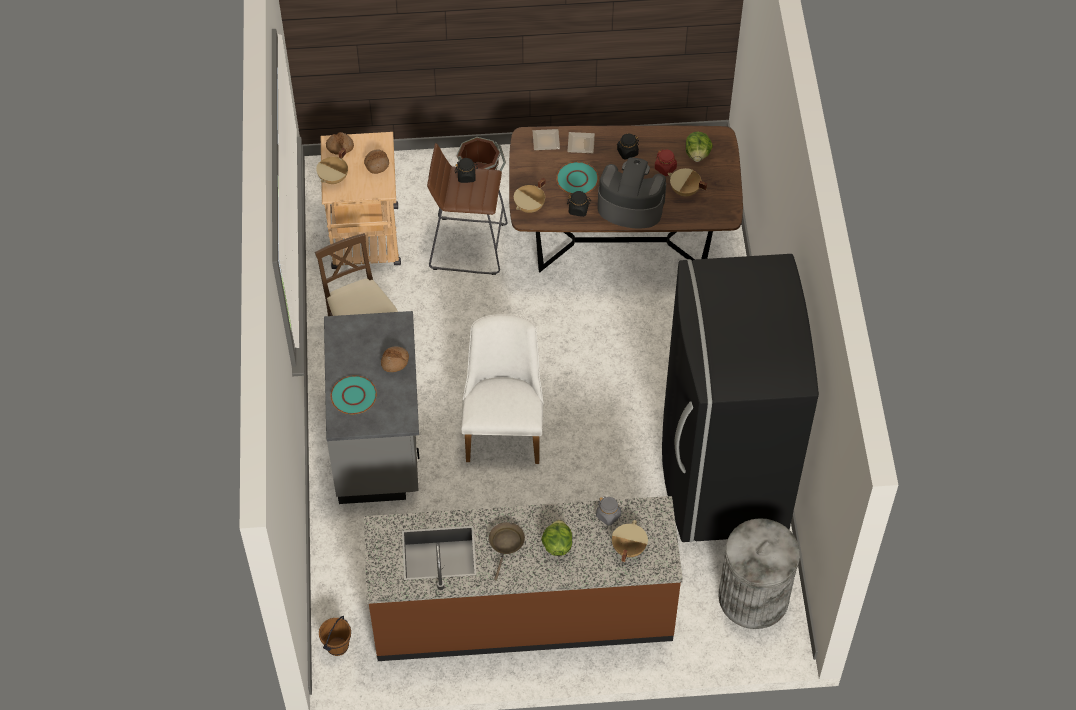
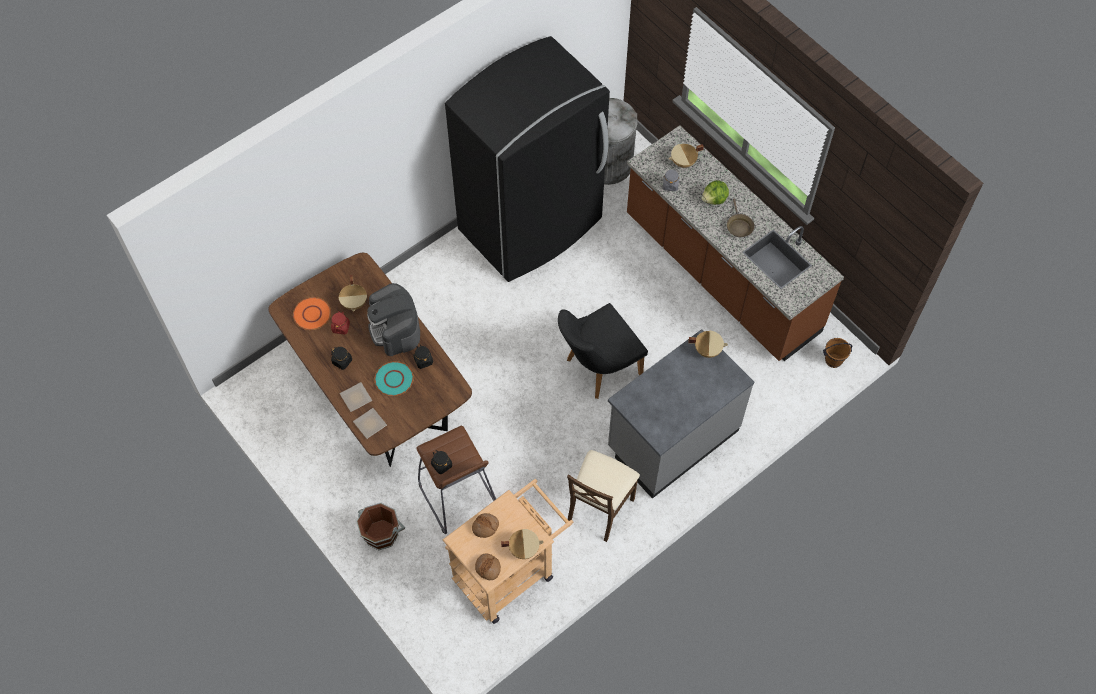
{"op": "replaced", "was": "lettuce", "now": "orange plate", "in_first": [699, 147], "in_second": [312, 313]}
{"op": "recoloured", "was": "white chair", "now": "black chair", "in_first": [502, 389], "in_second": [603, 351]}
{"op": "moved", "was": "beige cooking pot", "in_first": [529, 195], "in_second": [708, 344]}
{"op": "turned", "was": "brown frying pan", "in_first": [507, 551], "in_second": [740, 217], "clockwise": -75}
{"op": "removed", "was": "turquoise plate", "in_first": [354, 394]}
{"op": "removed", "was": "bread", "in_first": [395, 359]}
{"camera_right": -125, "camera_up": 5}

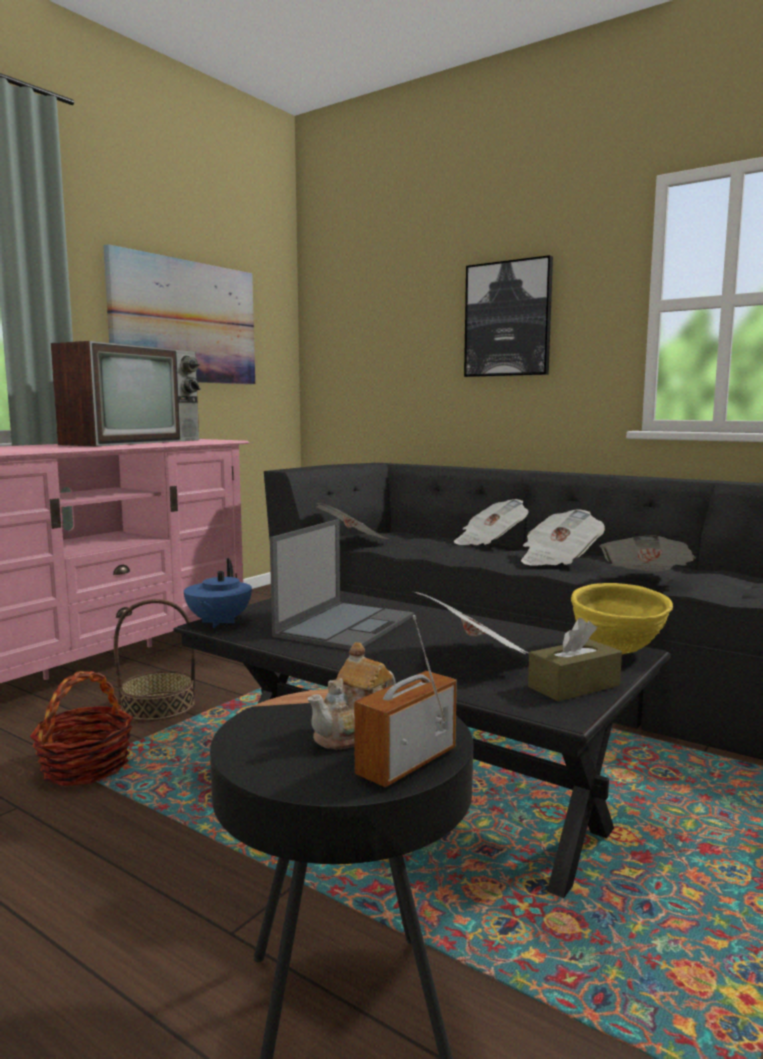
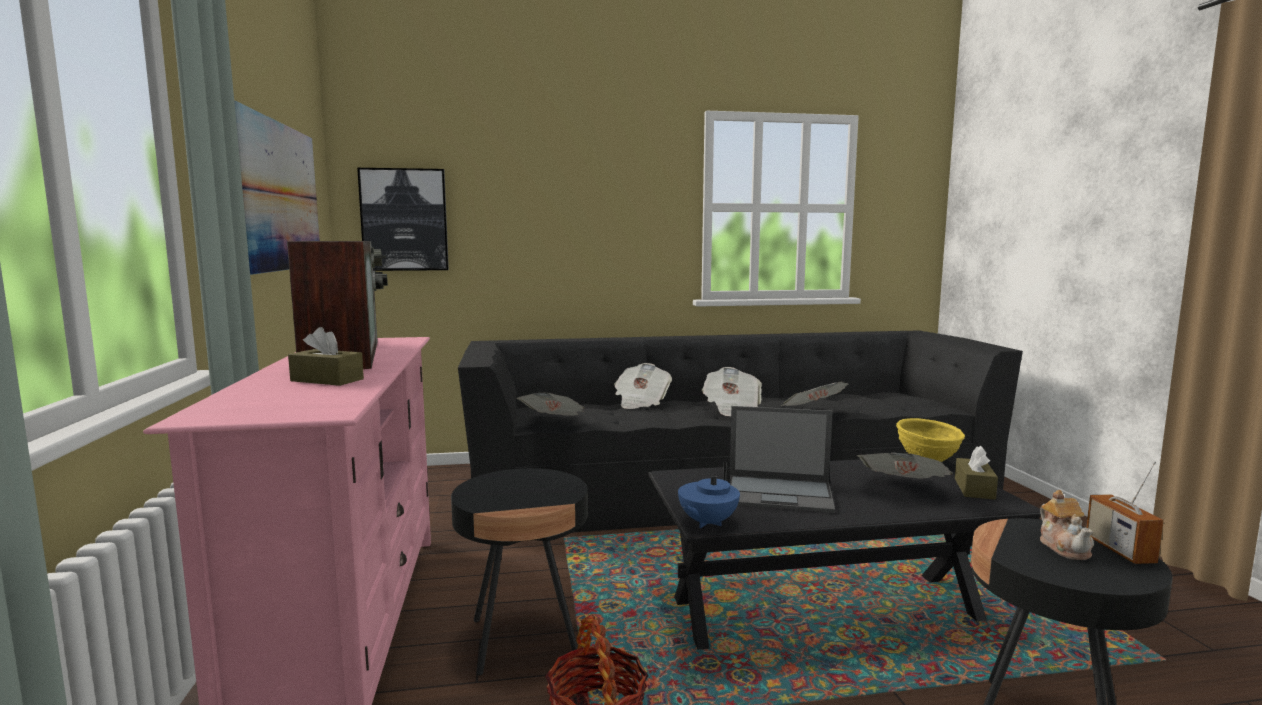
{"op": "added", "now": "brown tissue box", "in_second": [326, 356]}
{"op": "moved", "was": "picture", "in_first": [508, 316], "in_second": [403, 219]}
{"op": "replaced", "was": "basket", "now": "black side table", "in_first": [154, 660], "in_second": [519, 571]}
{"op": "turned", "was": "blue teapot", "in_first": [218, 593], "in_second": [709, 495], "clockwise": 75}
{"op": "turned", "was": "laptop", "in_first": [342, 584], "in_second": [782, 459], "clockwise": 120}
{"camera_right": -45, "camera_up": 0}

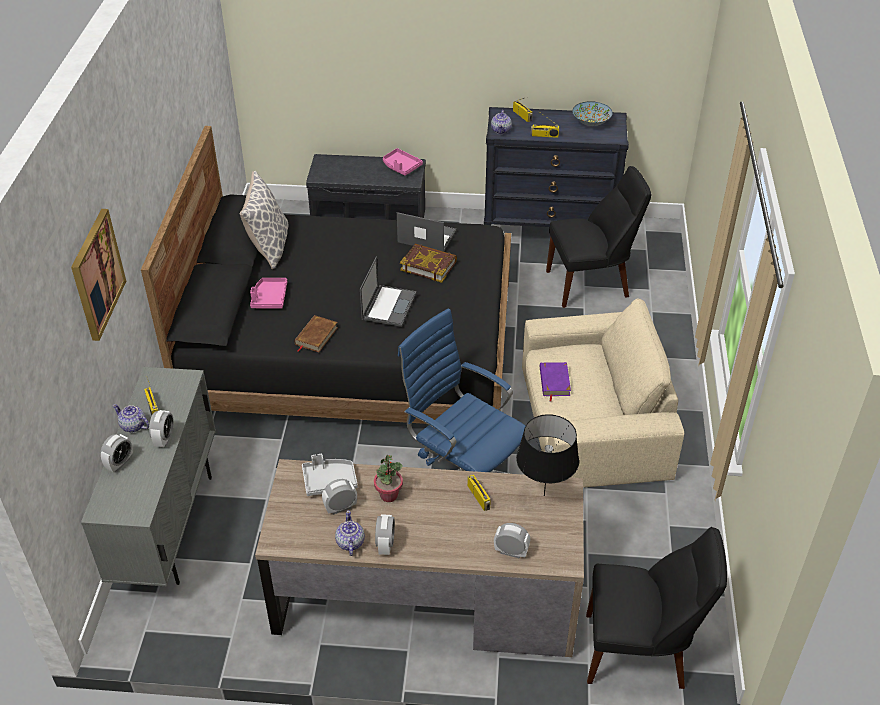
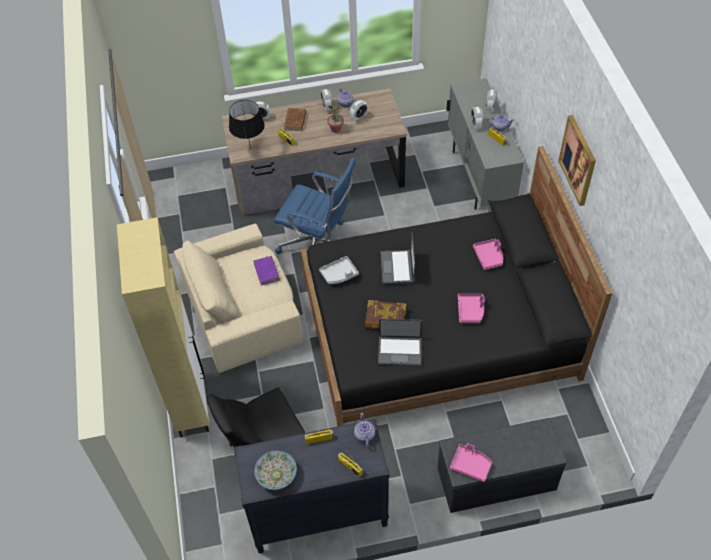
{"op": "added", "now": "beige cabinet", "in_second": [163, 327]}
{"op": "moved", "was": "brown book", "in_first": [316, 333], "in_second": [295, 119]}
{"op": "moved", "was": "grey tray", "in_first": [330, 475], "in_second": [339, 270]}
{"op": "added", "now": "pink tray", "in_second": [471, 308]}
{"op": "moved", "was": "picture", "in_first": [98, 275], "in_second": [577, 160]}
{"op": "removed", "was": "pillow", "in_first": [264, 220]}
{"op": "removed", "was": "black chair", "in_first": [656, 608]}
{"camera_right": 165, "camera_up": 10}

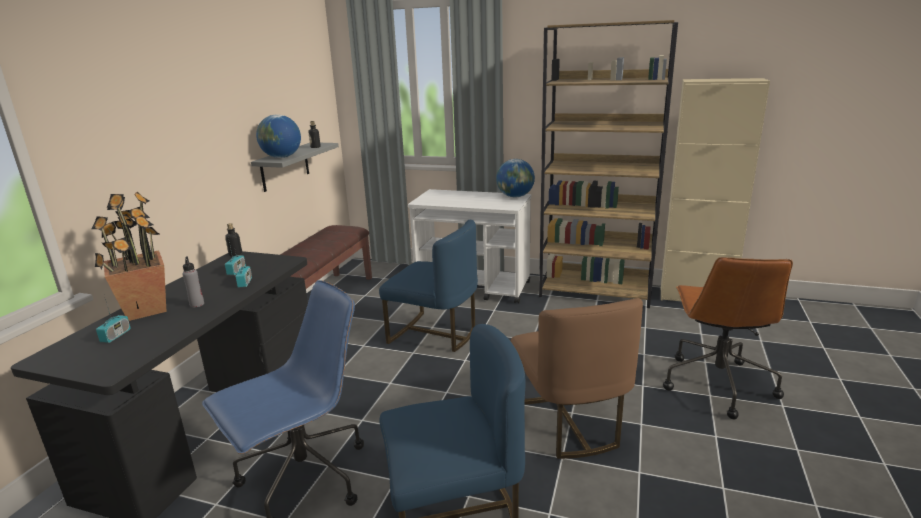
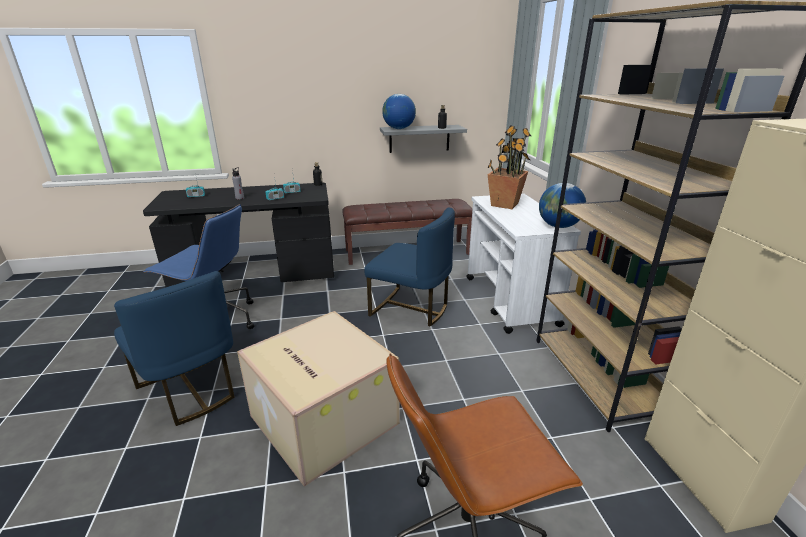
{"op": "replaced", "was": "brown chair", "now": "cardboard box", "in_first": [577, 378], "in_second": [318, 399]}
{"op": "turned", "was": "blue chair", "in_first": [428, 286], "in_second": [409, 267], "clockwise": -60}
{"op": "moved", "was": "potted plant", "in_first": [129, 256], "in_second": [509, 167]}
{"camera_right": 60, "camera_up": 5}

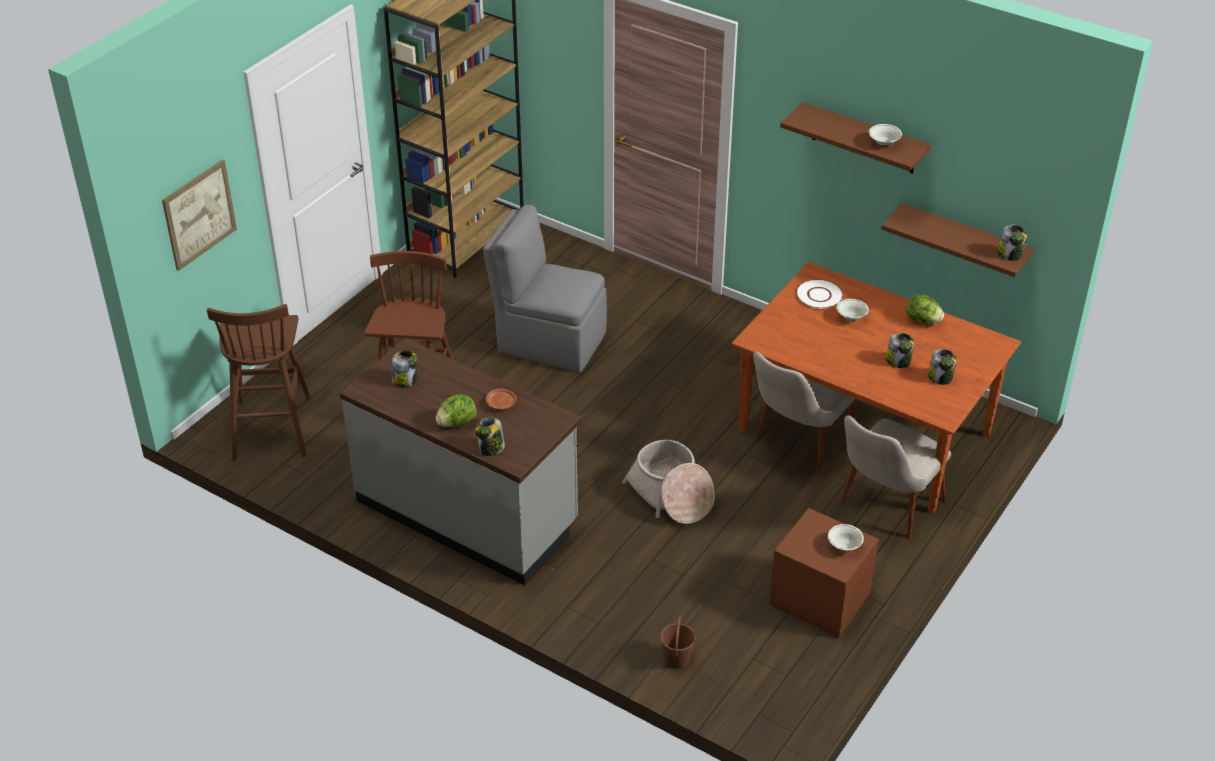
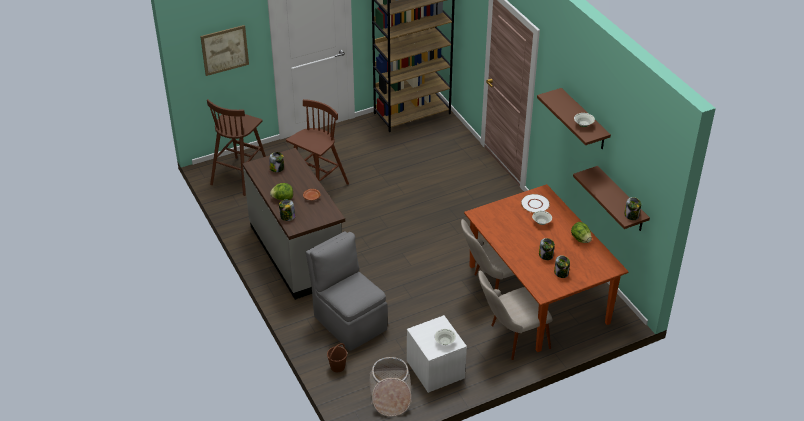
{"op": "moved", "was": "grey chair", "in_first": [545, 289], "in_second": [347, 291]}
{"op": "moved", "was": "basket", "in_first": [668, 482], "in_second": [390, 387]}
{"op": "recoloured", "was": "brown nightstand", "now": "white nightstand", "in_first": [824, 573], "in_second": [437, 354]}
{"camera_right": 30, "camera_up": 0}

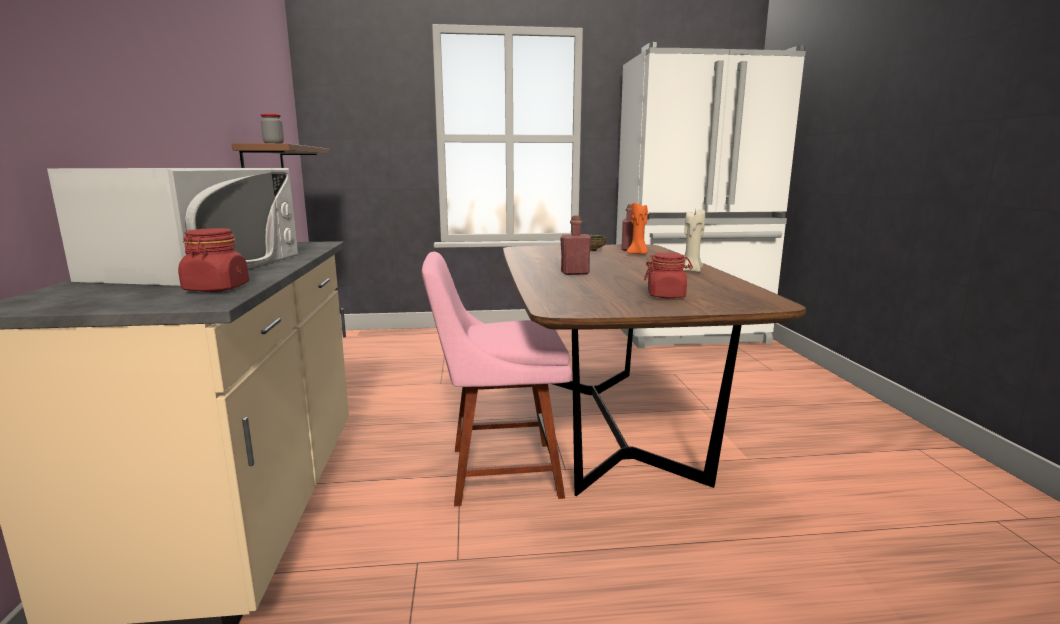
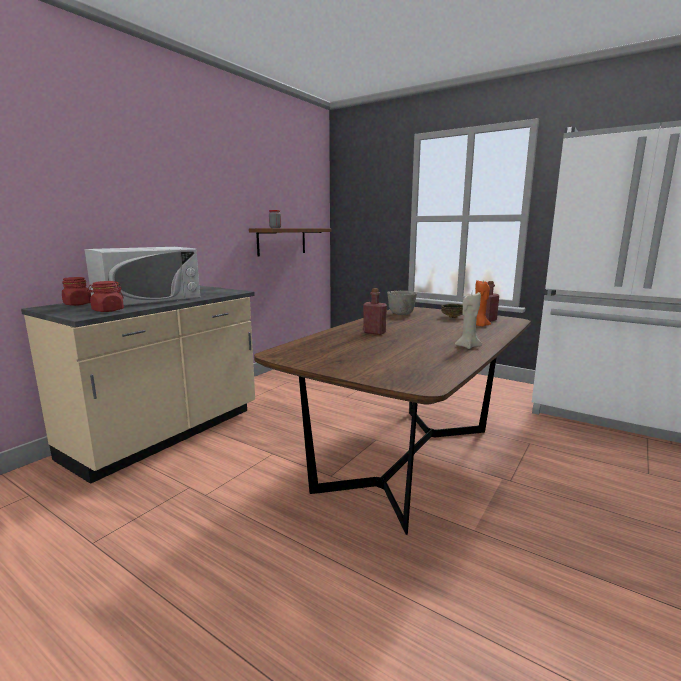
{"op": "moved", "was": "red jar", "in_first": [668, 275], "in_second": [76, 291]}
{"op": "added", "now": "grey bowl", "in_second": [402, 303]}
{"op": "removed", "was": "pink chair", "in_first": [497, 379]}
{"camera_right": 40, "camera_up": 0}

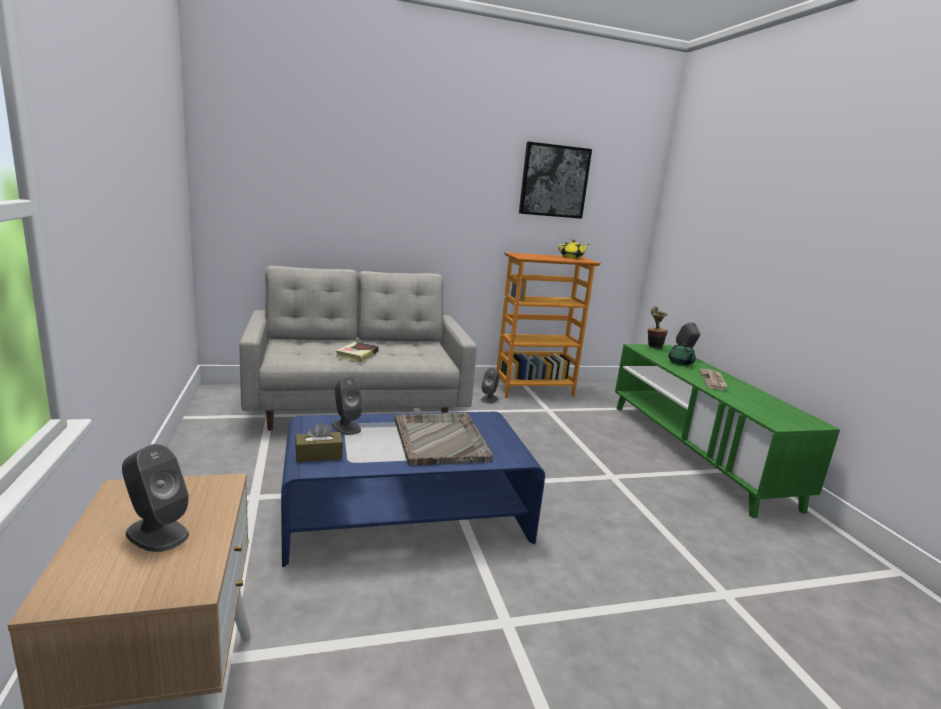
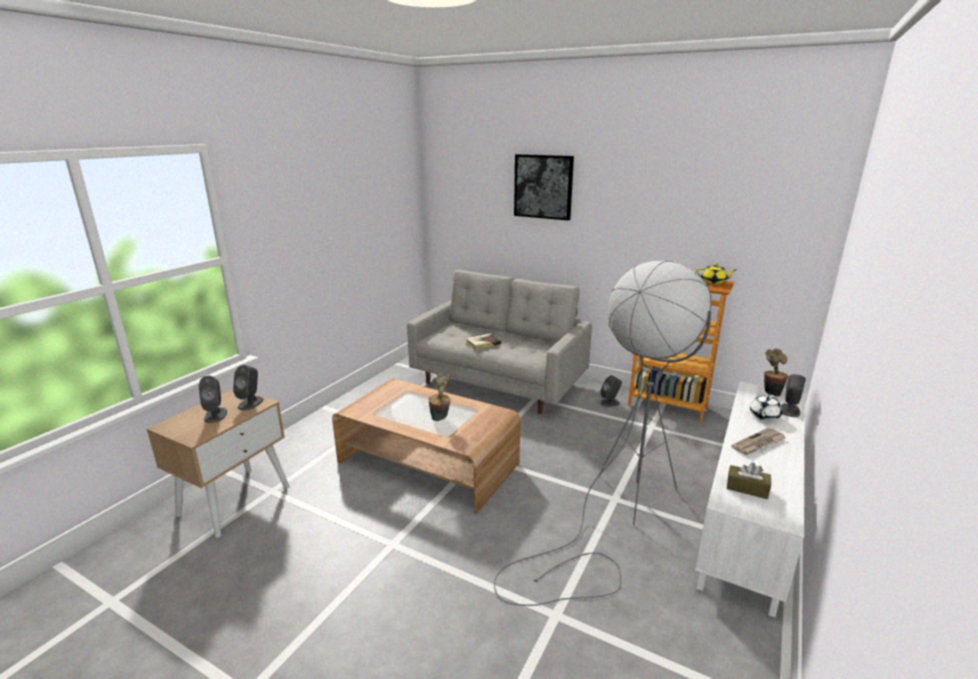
{"op": "moved", "was": "grey speaker", "in_first": [347, 406], "in_second": [248, 387]}
{"op": "recoloured", "was": "blue coffee table", "now": "brown coffee table", "in_first": [413, 489], "in_second": [426, 446]}
{"op": "replaced", "was": "grey tray", "now": "potted plant", "in_first": [444, 439], "in_second": [439, 397]}
{"op": "added", "now": "grey floor lamp", "in_second": [603, 433]}
{"op": "moved", "was": "picture", "in_first": [555, 180], "in_second": [544, 187]}
{"op": "recoloured", "was": "green tv stand", "now": "white tv stand", "in_first": [727, 431], "in_second": [750, 499]}
{"op": "moved", "was": "brown tissue box", "in_first": [319, 442], "in_second": [749, 480]}
{"op": "recoloured", "was": "green teapot", "now": "white teapot", "in_first": [682, 354], "in_second": [766, 408]}
{"camera_right": 45, "camera_up": 5}

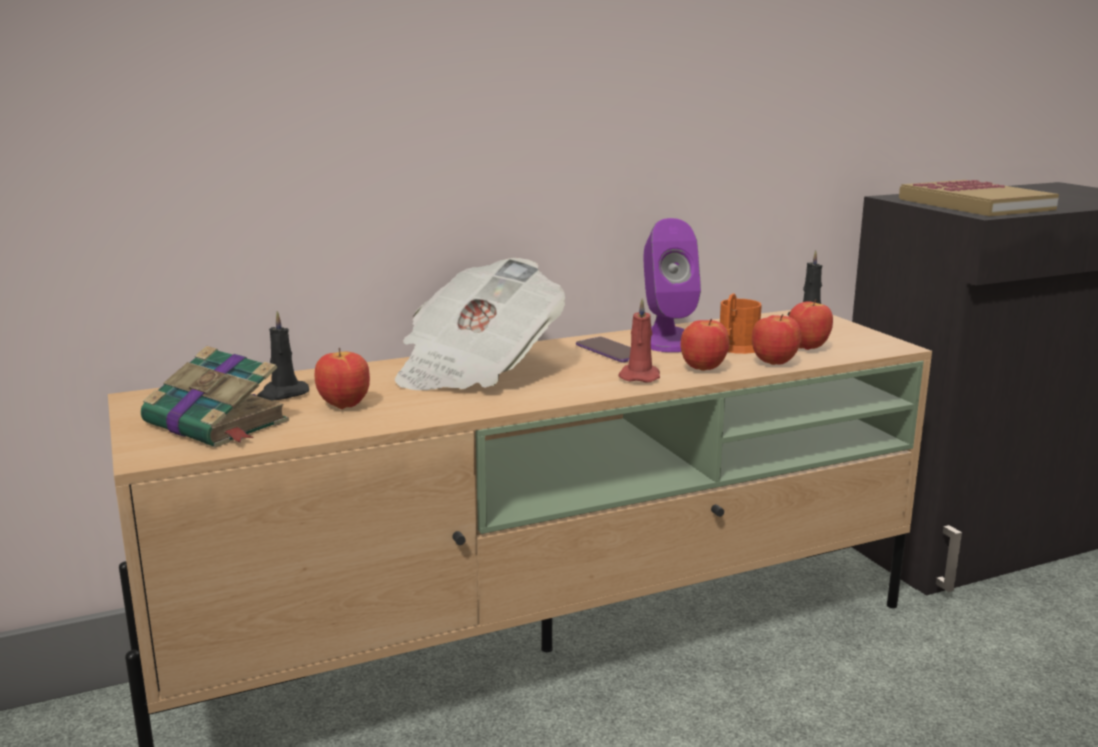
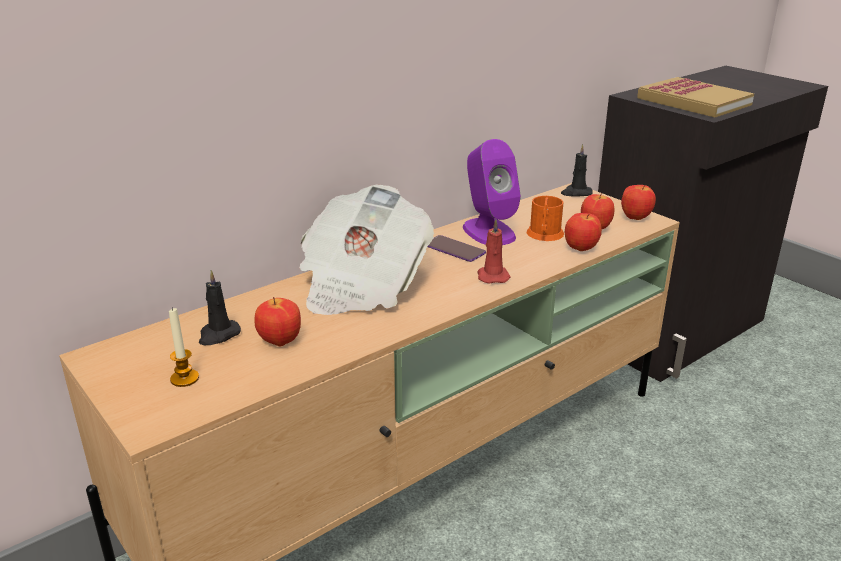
{"op": "replaced", "was": "book", "now": "candle", "in_first": [215, 397], "in_second": [184, 347]}
{"op": "moved", "was": "apple", "in_first": [704, 345], "in_second": [638, 202]}
{"camera_right": -15, "camera_up": 10}

